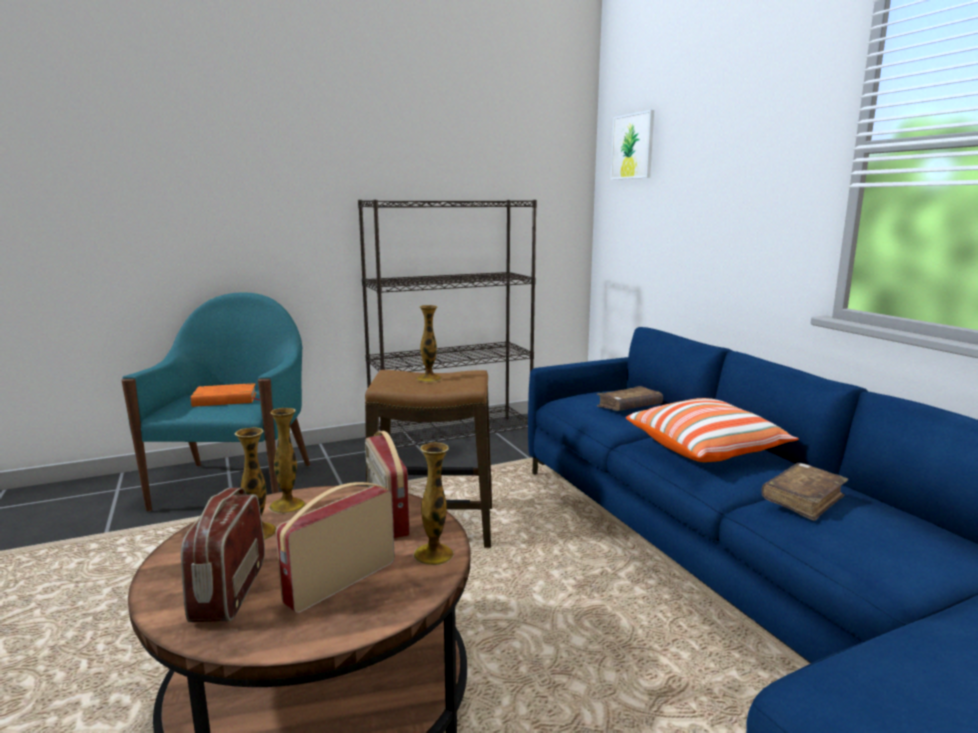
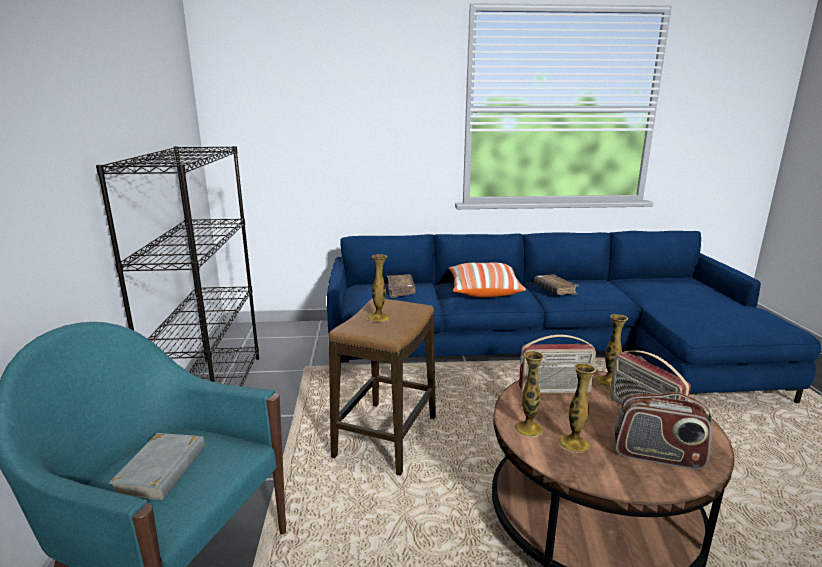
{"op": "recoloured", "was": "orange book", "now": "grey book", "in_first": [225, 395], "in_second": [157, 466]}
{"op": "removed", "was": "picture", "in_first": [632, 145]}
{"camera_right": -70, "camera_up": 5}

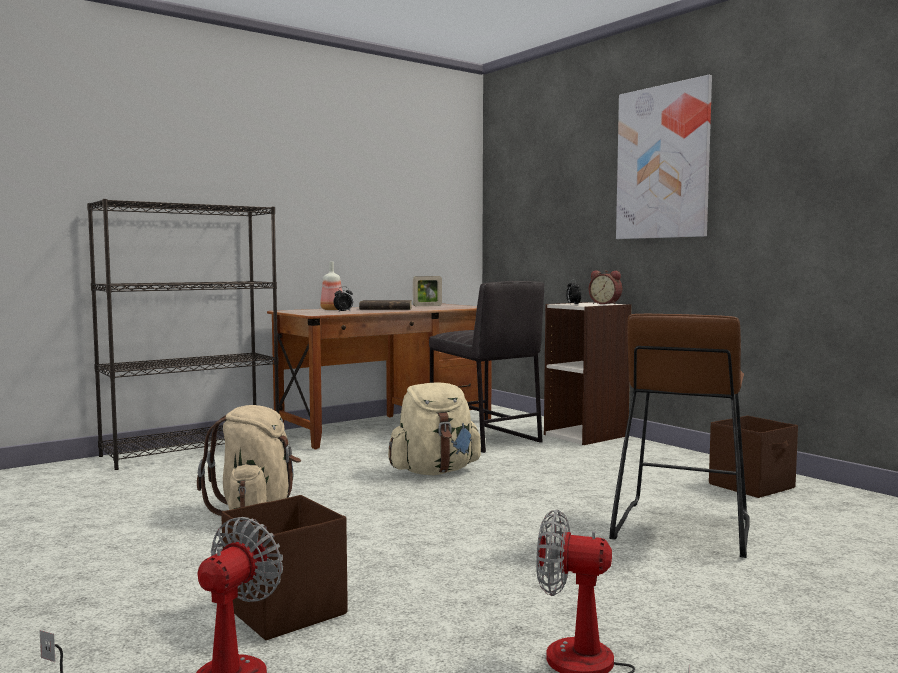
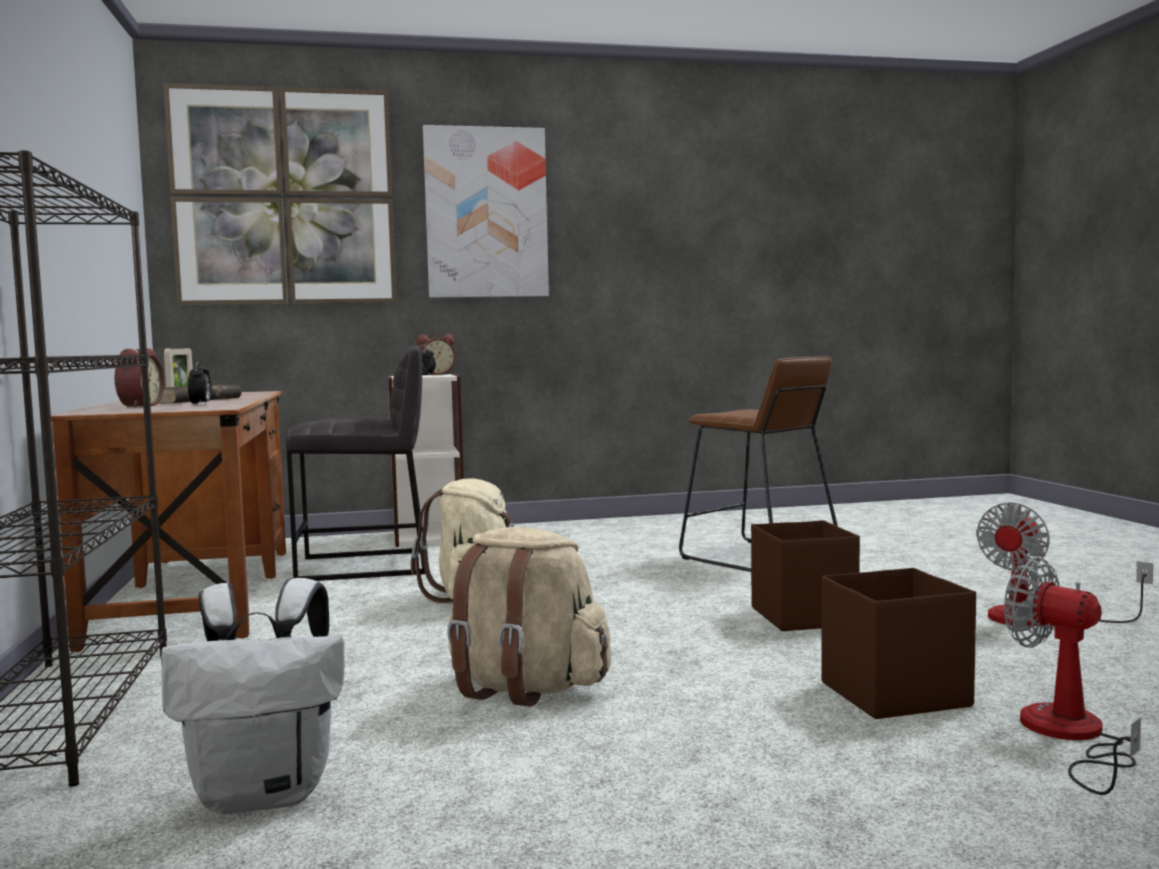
{"op": "replaced", "was": "bottle", "now": "alarm clock", "in_first": [331, 286], "in_second": [139, 378]}
{"op": "added", "now": "white backpack", "in_second": [253, 696]}
{"op": "added", "now": "picture", "in_second": [279, 194]}
{"op": "moved", "was": "brown storage box", "in_first": [753, 457], "in_second": [805, 575]}
{"camera_right": -65, "camera_up": 0}

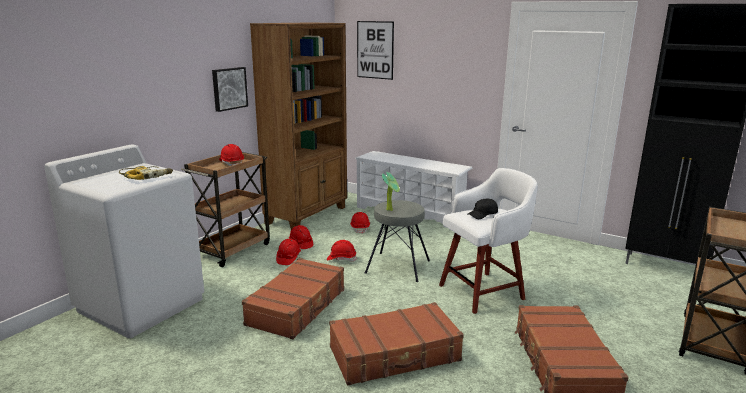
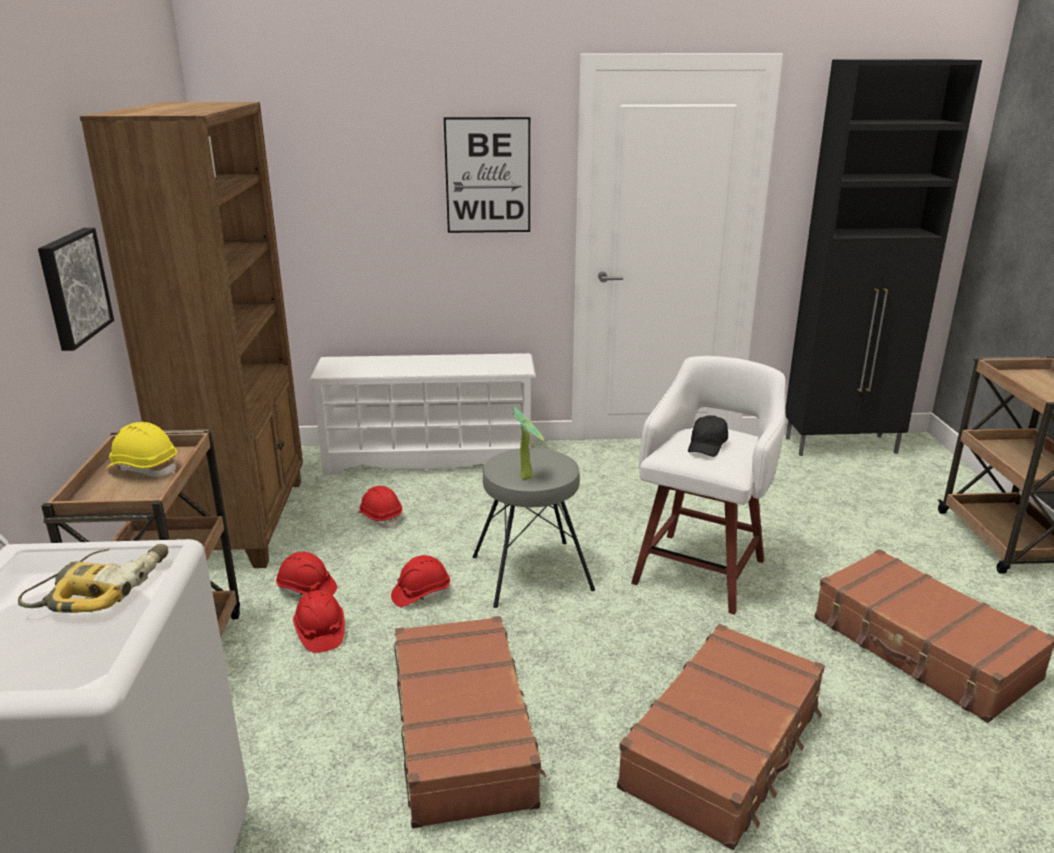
{"op": "recoloured", "was": "red hard hat", "now": "yellow hard hat", "in_first": [231, 155], "in_second": [141, 449]}
{"op": "moved", "was": "picture", "in_first": [375, 50], "in_second": [487, 175]}
{"camera_right": -35, "camera_up": 5}

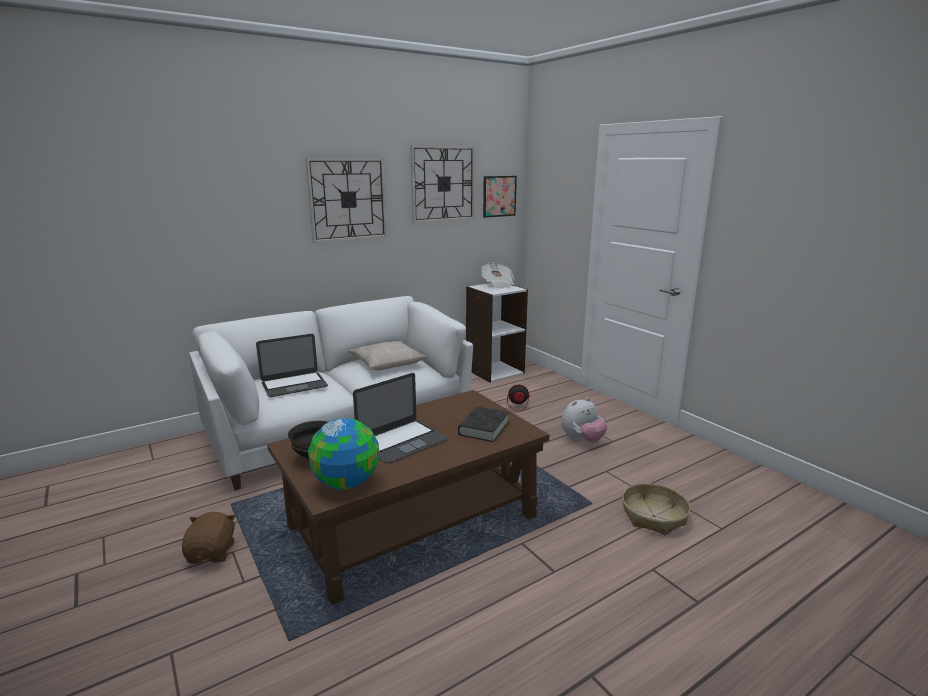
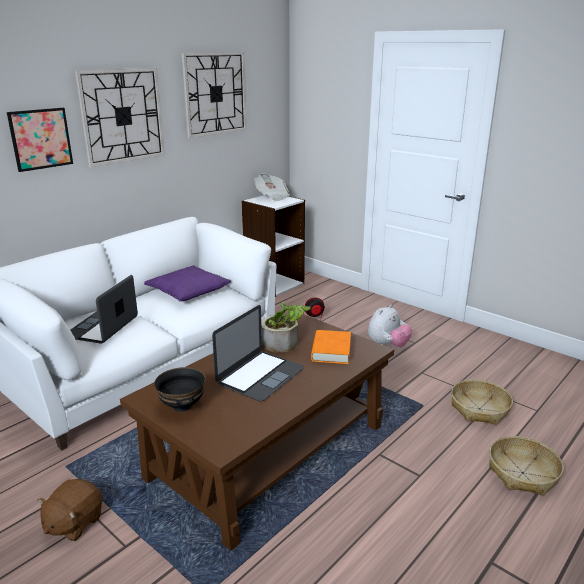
{"op": "moved", "was": "picture", "in_first": [500, 197], "in_second": [40, 140]}
{"op": "turned", "was": "brown plush toy", "in_first": [209, 537], "in_second": [70, 510], "clockwise": -135}
{"op": "turned", "was": "laptop", "in_first": [292, 365], "in_second": [104, 309], "clockwise": 150}
{"op": "recoloured", "was": "beige pillow", "now": "purple pillow", "in_first": [387, 355], "in_second": [187, 283]}
{"op": "added", "now": "potted plant", "in_second": [286, 327]}
{"op": "recoloured", "was": "black book", "now": "orange book", "in_first": [483, 424], "in_second": [331, 347]}
{"op": "added", "now": "basket", "in_second": [526, 466]}
{"op": "removed", "was": "globe", "in_first": [343, 454]}
{"camera_right": -15, "camera_up": 5}

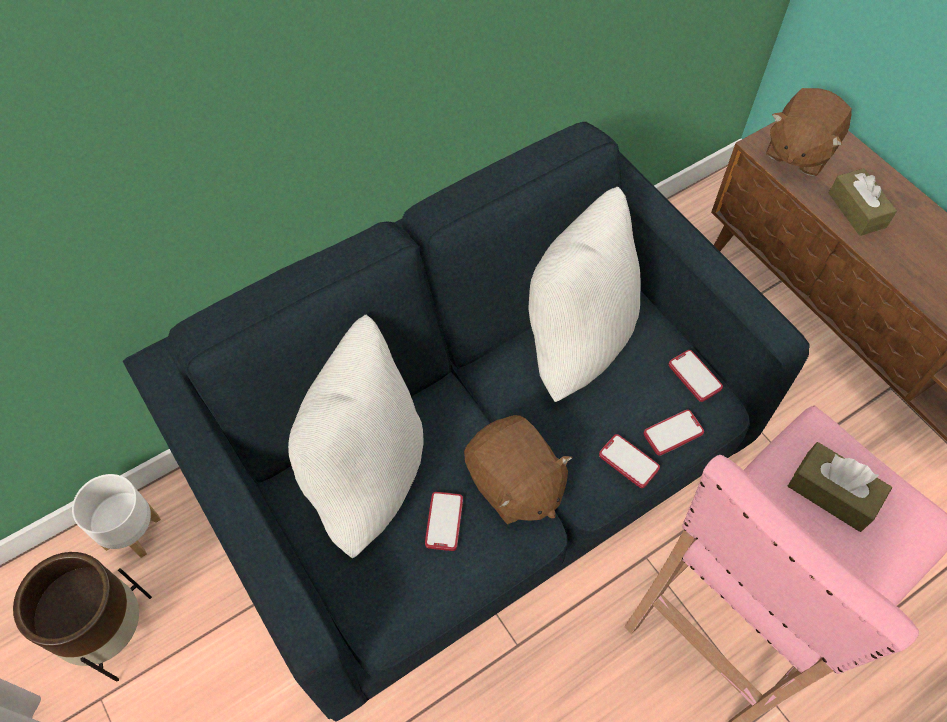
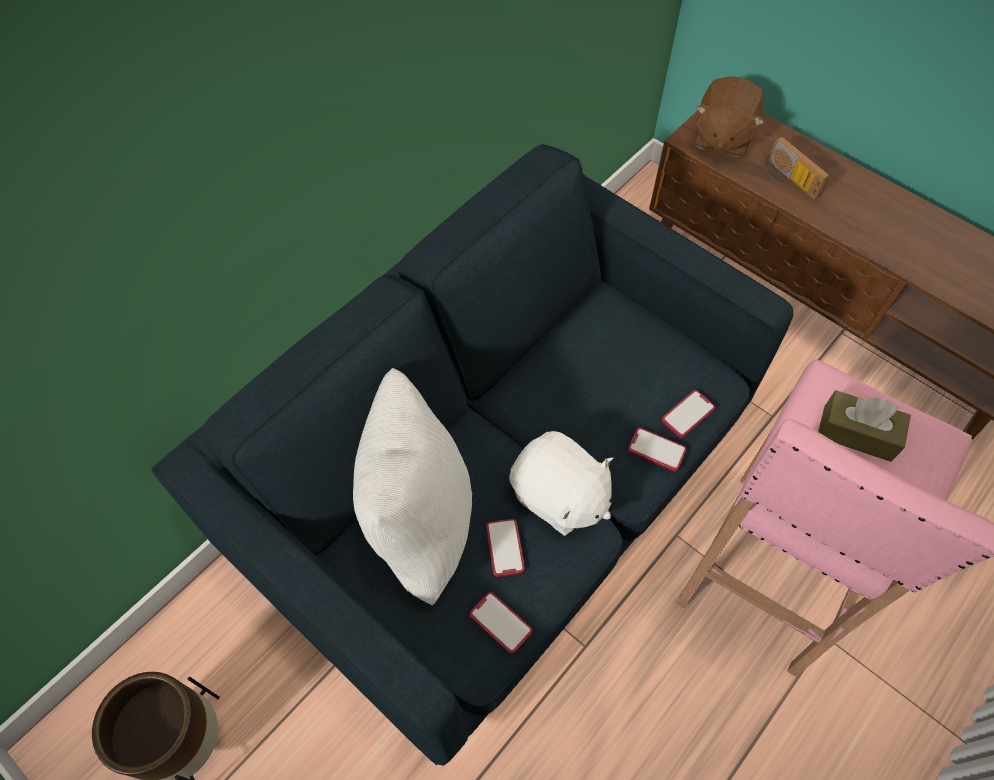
{"op": "moved", "was": "phone", "in_first": [695, 376], "in_second": [501, 623]}
{"op": "recoloured", "was": "brown plush toy", "now": "white plush toy", "in_first": [518, 470], "in_second": [561, 483]}
{"op": "replaced", "was": "brown tissue box", "now": "radio", "in_first": [863, 202], "in_second": [796, 167]}
{"op": "removed", "was": "white planter", "in_first": [116, 516]}
{"op": "removed", "was": "white pillow", "in_first": [584, 294]}
{"camera_right": -15, "camera_up": 0}

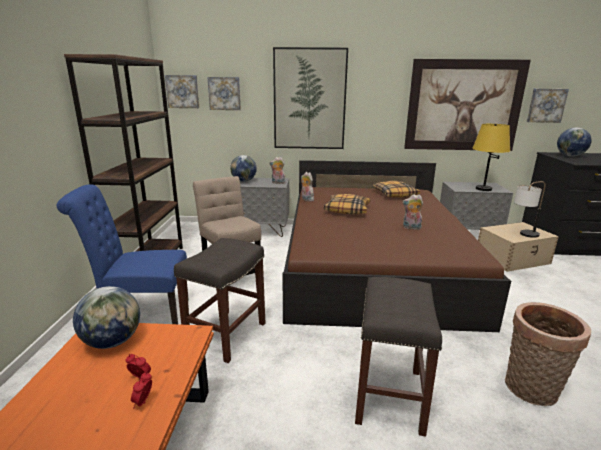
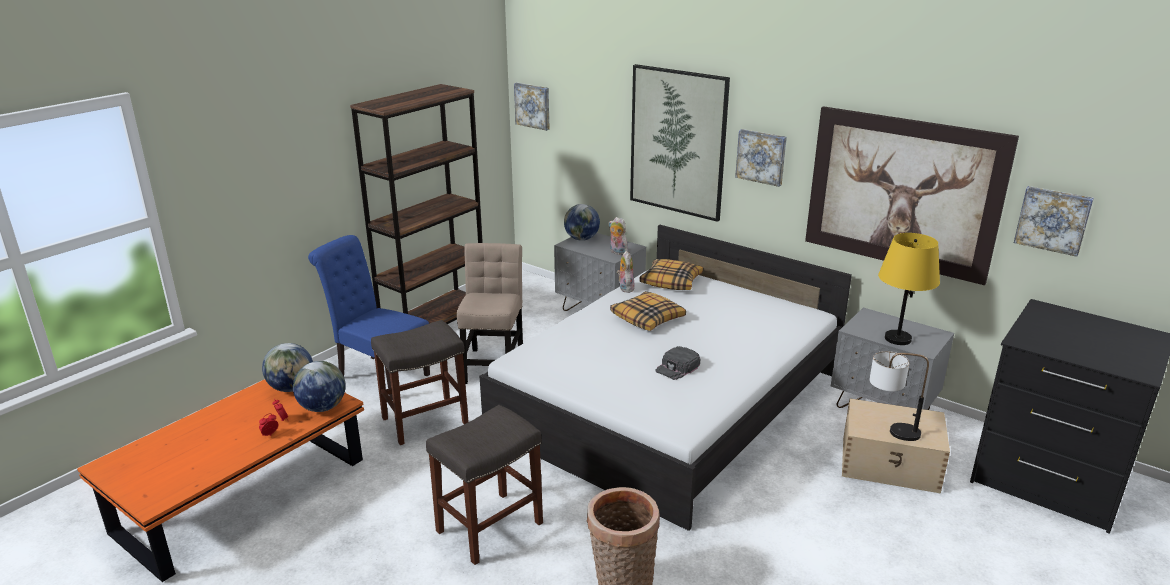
{"op": "moved", "was": "globe", "in_first": [574, 142], "in_second": [319, 386]}
{"op": "recoloured", "was": "brown bed", "now": "white bed", "in_first": [396, 246], "in_second": [666, 378]}
{"op": "moved", "was": "pillow", "in_first": [396, 189], "in_second": [671, 274]}
{"op": "replaced", "was": "plush toy", "now": "black cap", "in_first": [412, 212], "in_second": [677, 363]}
{"op": "moved", "was": "picture", "in_first": [224, 93], "in_second": [761, 158]}
{"camera_right": 35, "camera_up": 5}

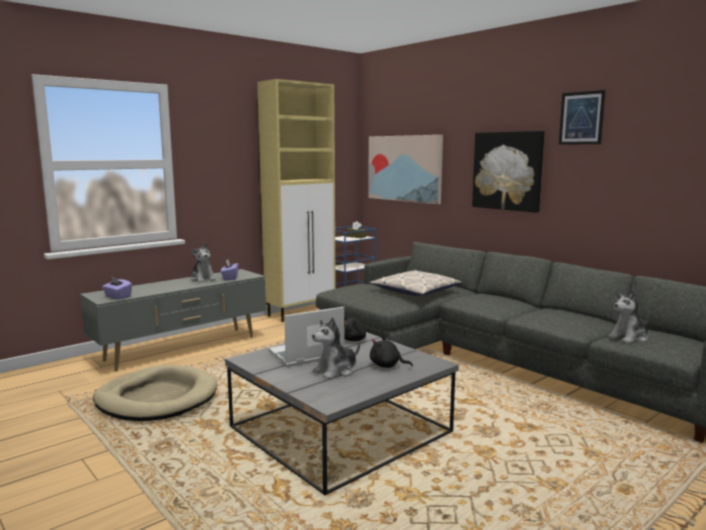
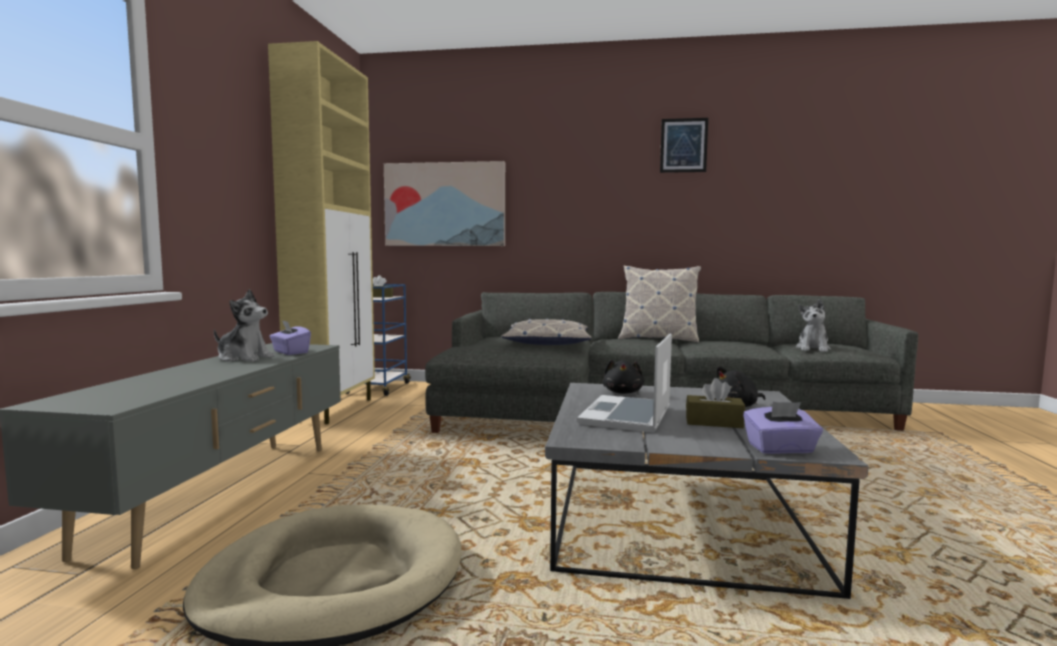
{"op": "added", "now": "pillow", "in_second": [659, 304]}
{"op": "replaced", "was": "plush toy", "now": "brown tissue box", "in_first": [336, 348], "in_second": [715, 403]}
{"op": "moved", "was": "purple tissue box", "in_first": [117, 288], "in_second": [783, 428]}
{"op": "removed", "was": "picture", "in_first": [508, 172]}
{"camera_right": -40, "camera_up": -5}

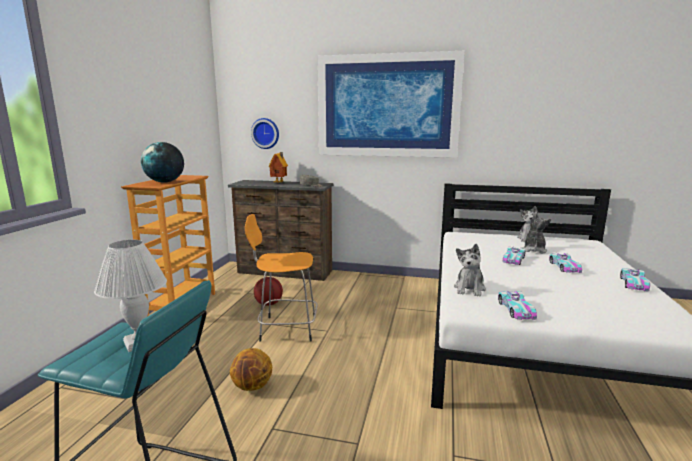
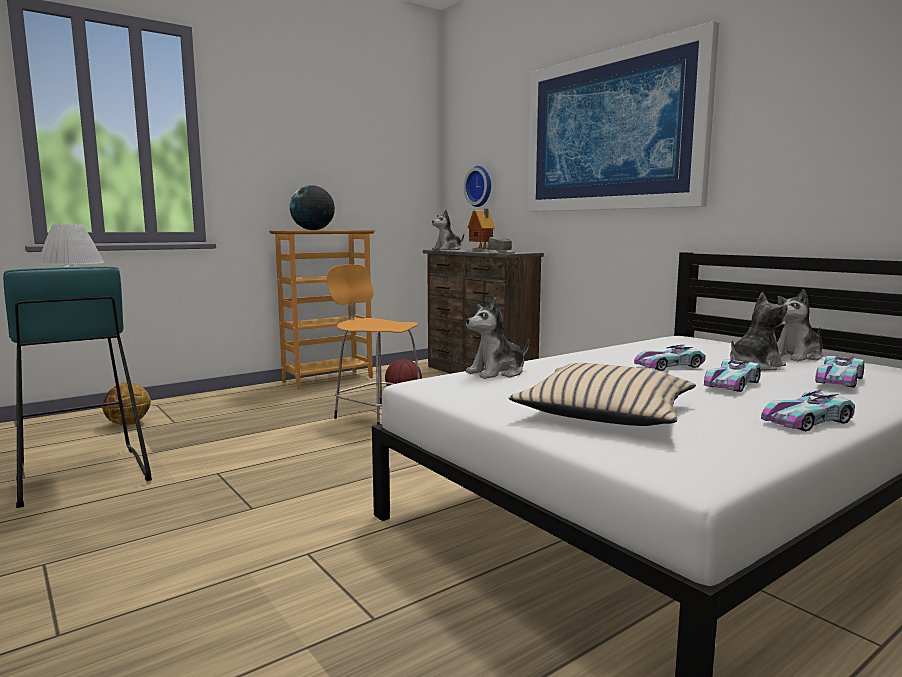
{"op": "moved", "was": "basketball", "in_first": [251, 369], "in_second": [126, 403]}
{"op": "added", "now": "plush toy", "in_second": [448, 230]}
{"op": "added", "now": "beige pillow", "in_second": [602, 394]}
{"op": "moved", "was": "toy car", "in_first": [517, 305], "in_second": [839, 371]}
{"camera_right": 40, "camera_up": -5}

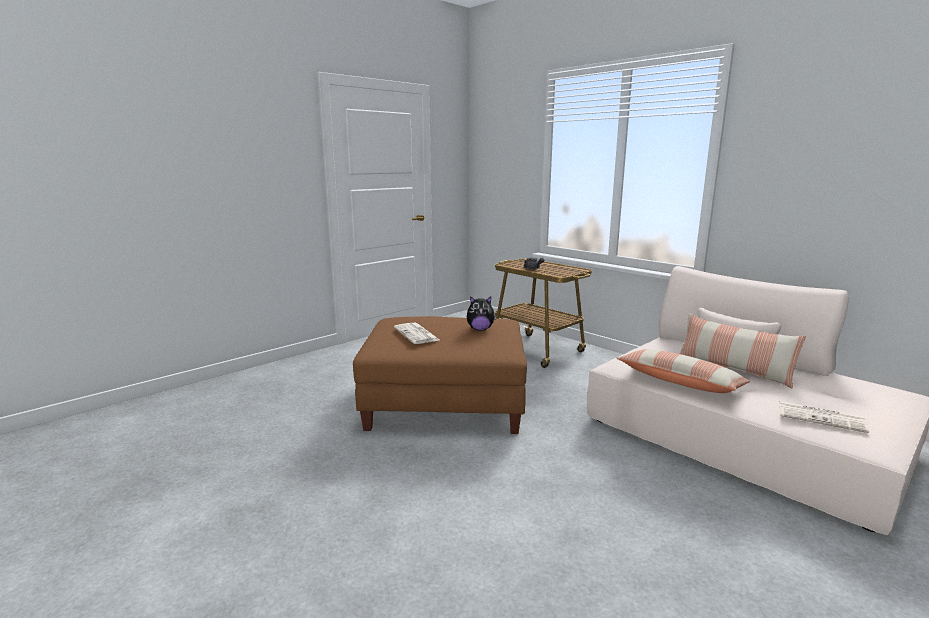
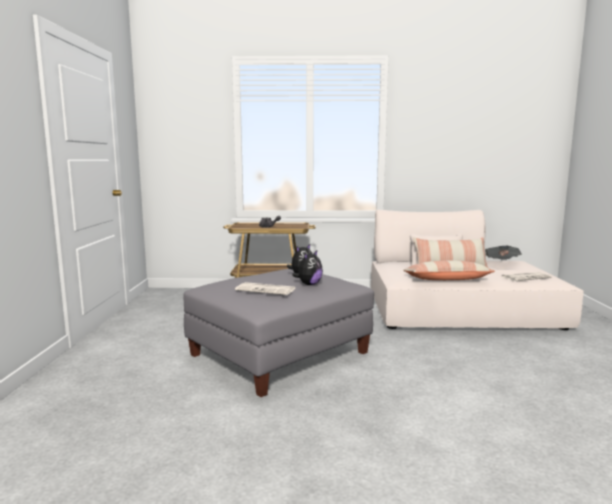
{"op": "recoloured", "was": "brown ottoman", "now": "grey ottoman", "in_first": [440, 375], "in_second": [279, 333]}
{"op": "added", "now": "plush toy", "in_second": [307, 268]}
{"op": "added", "now": "newspaper", "in_second": [503, 252]}
{"camera_right": -45, "camera_up": -5}

